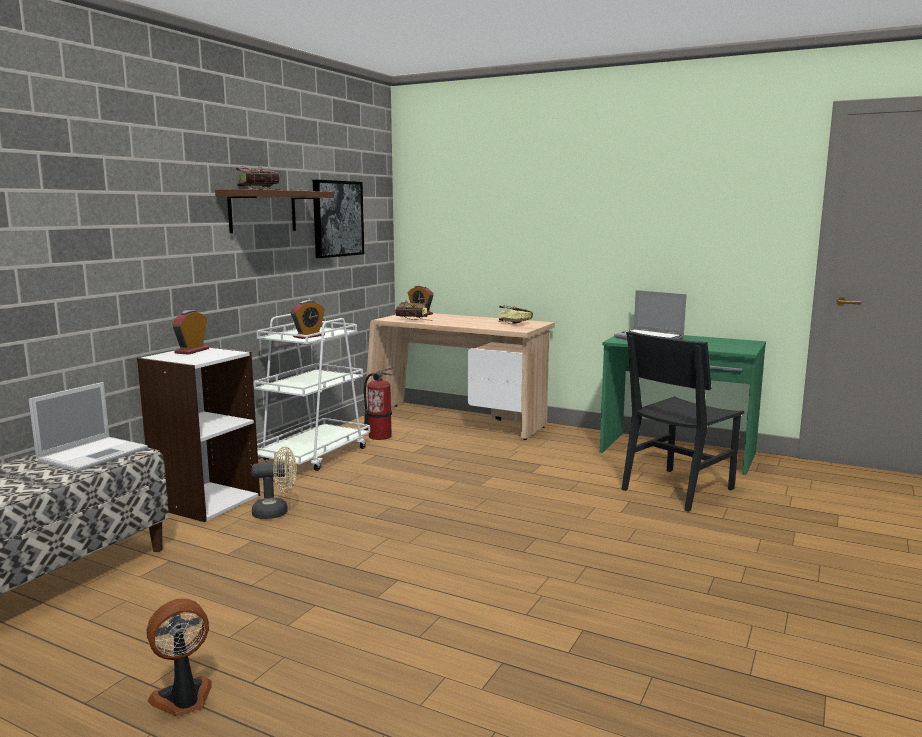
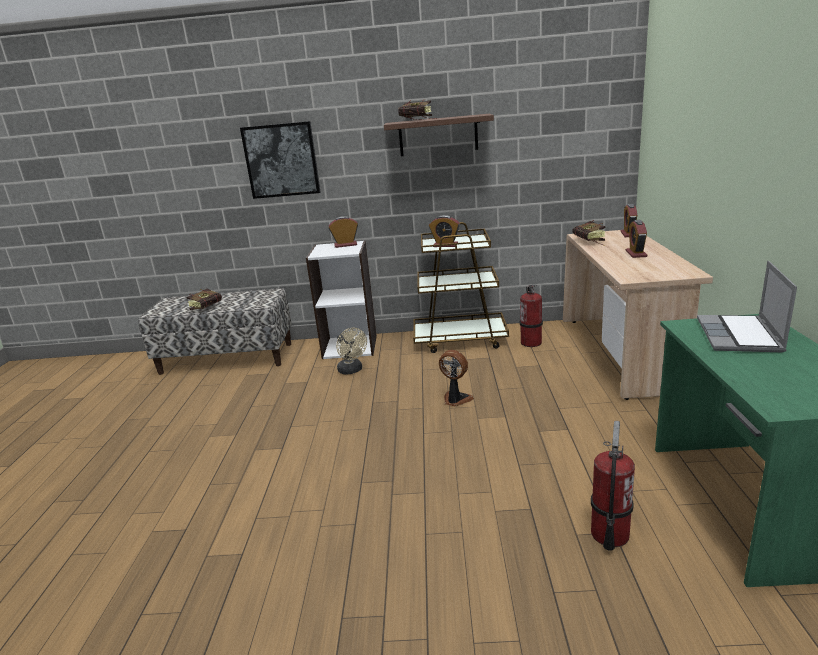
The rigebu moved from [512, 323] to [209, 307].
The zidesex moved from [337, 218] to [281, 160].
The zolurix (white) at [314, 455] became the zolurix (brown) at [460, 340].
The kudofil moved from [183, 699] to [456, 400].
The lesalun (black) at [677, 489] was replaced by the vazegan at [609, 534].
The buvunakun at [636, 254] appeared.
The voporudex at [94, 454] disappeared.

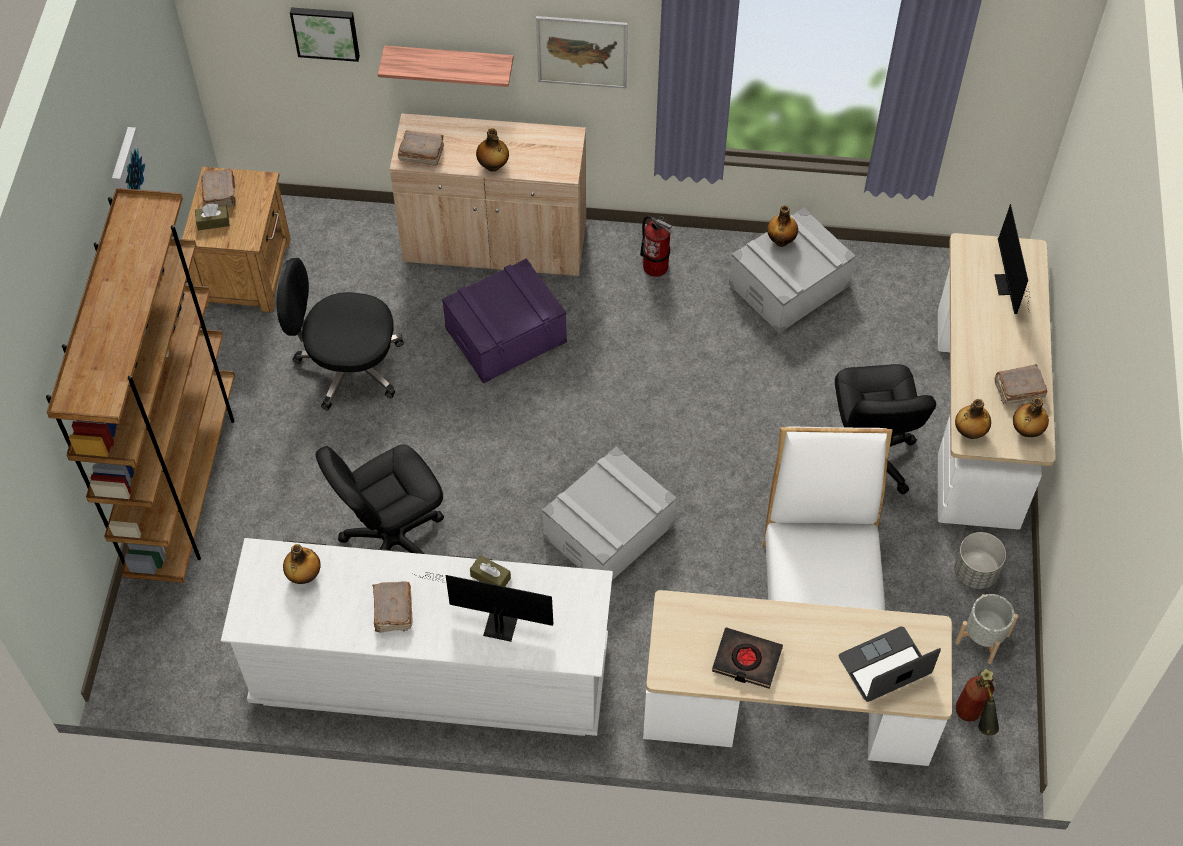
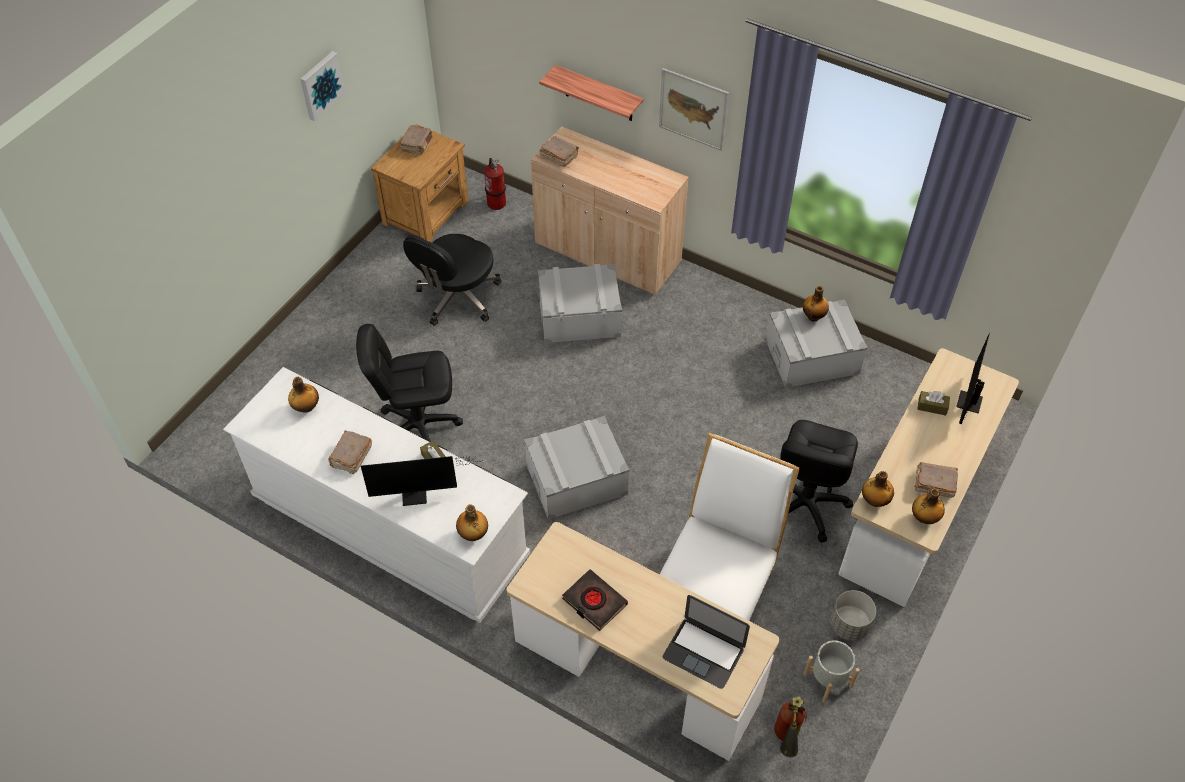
The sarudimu at [495, 623] turned 135 degrees clockwise.
The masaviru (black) at [348, 366] turned 90 degrees counterclockwise.
The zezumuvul moved from [493, 166] to [473, 534].
The vazegan moved from [655, 266] to [496, 203].
The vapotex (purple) at [506, 335] became the vapotex (grey) at [579, 316].
The voporudex at [885, 665] turned 150 degrees counterclockwise.
The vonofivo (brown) moved from [213, 222] to [932, 406].
The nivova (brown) at [185, 484] disappeared.
The zidesex at [325, 32] disappeared.

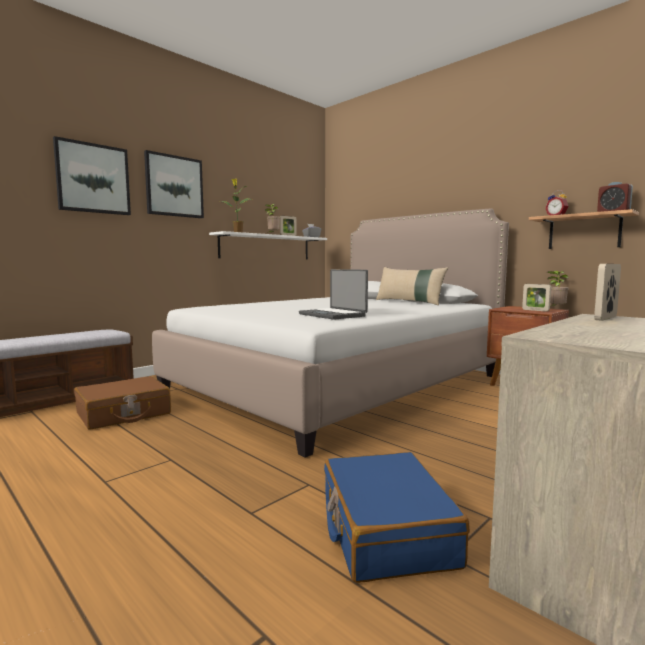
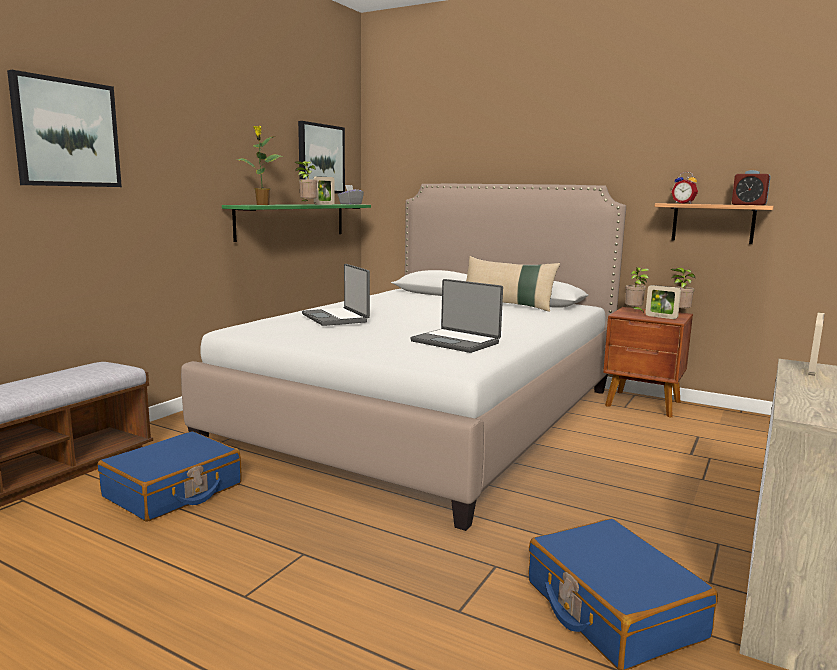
The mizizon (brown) at [124, 414] became the mizizon (blue) at [173, 491].
The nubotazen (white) at [266, 247] became the nubotazen (green) at [292, 221].
The zidesex moved from [174, 186] to [320, 159].
The voporudex at [336, 318] appeared.
The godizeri at [634, 312] appeared.

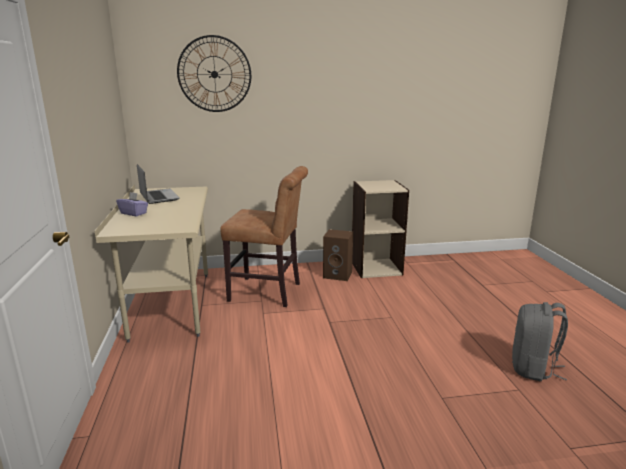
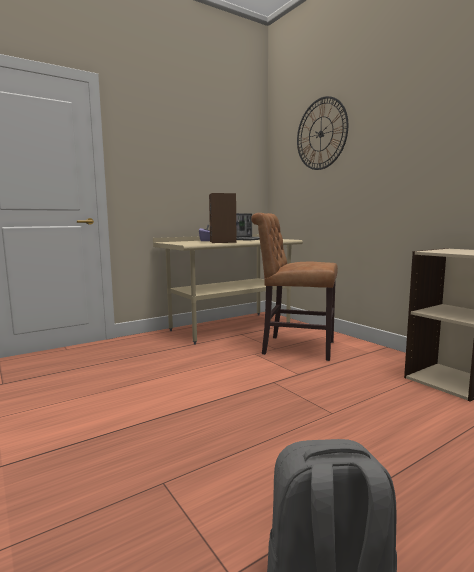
The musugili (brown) moved from [338, 275] to [223, 242].
The lesalun (brown) at [269, 293] turned 120 degrees clockwise.

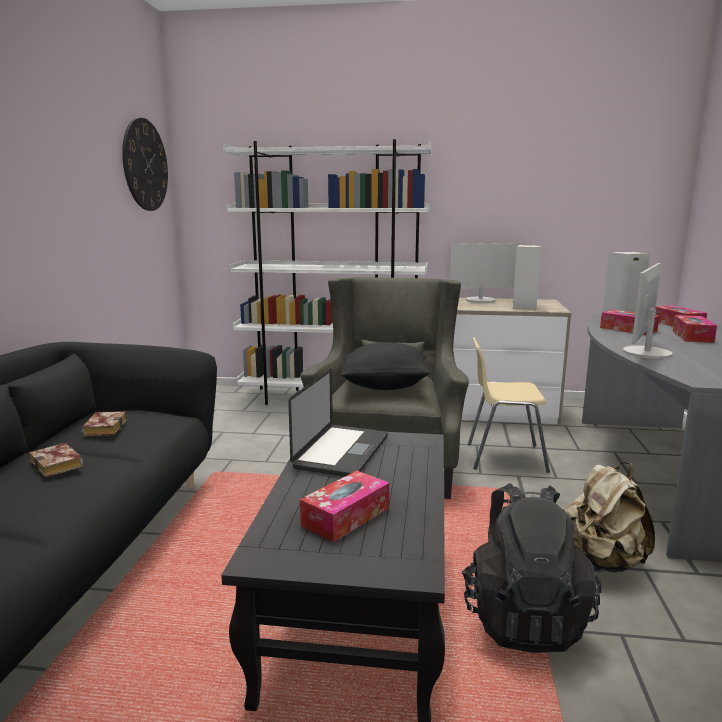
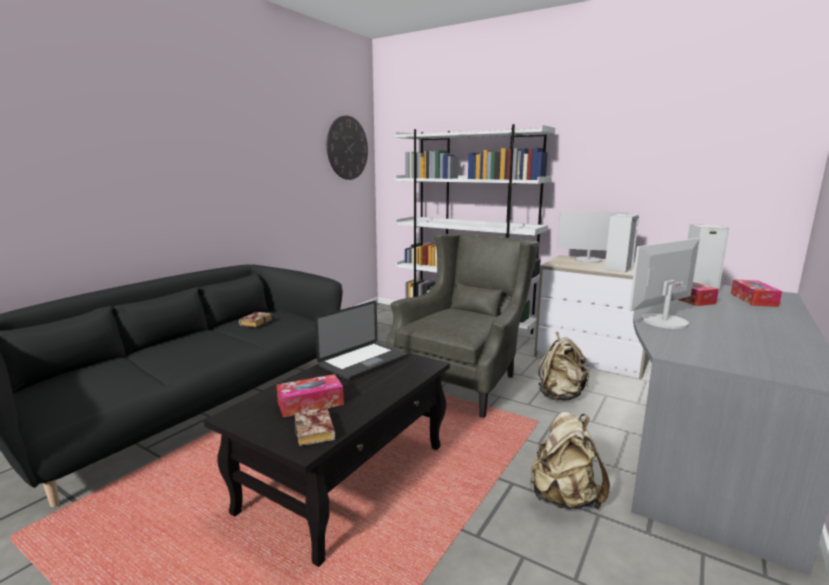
The rigebu moved from [59, 465] to [316, 432].
The lesalun (beige) at [503, 457] was replaced by the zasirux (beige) at [560, 395].
The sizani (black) at [385, 386] disappeared.
The zasirux (black) at [523, 618] disappeared.
The vonofivo at [692, 336] disappeared.

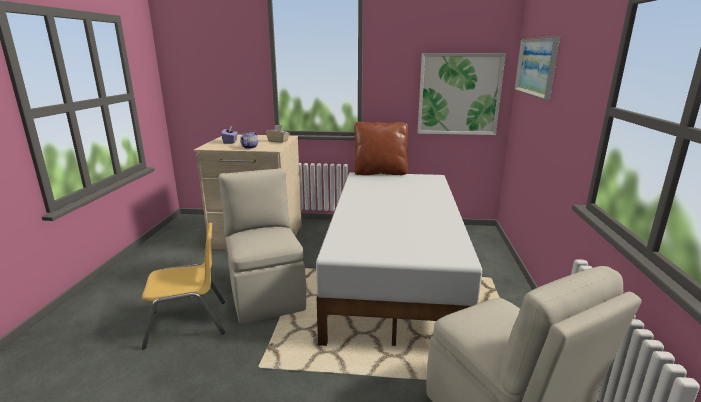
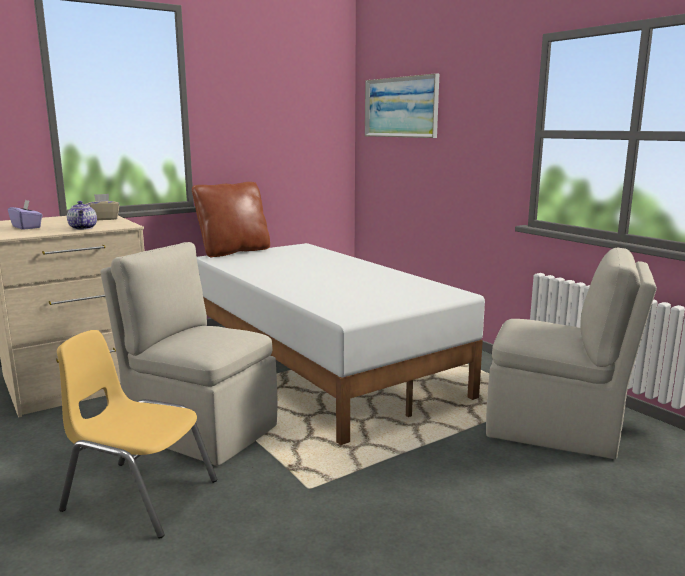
The lesalun (yellow) at [187, 323] turned 105 degrees counterclockwise.
The zidesex at [459, 94] disappeared.

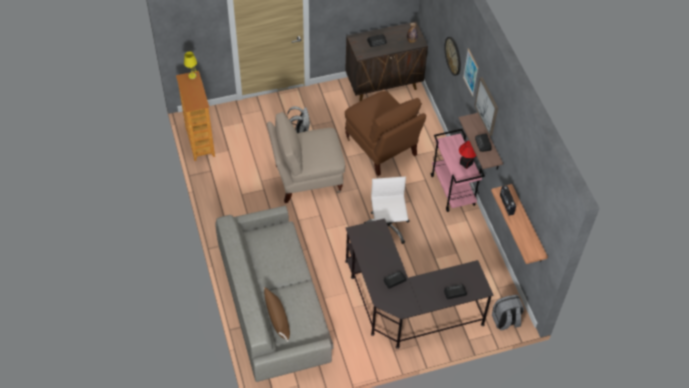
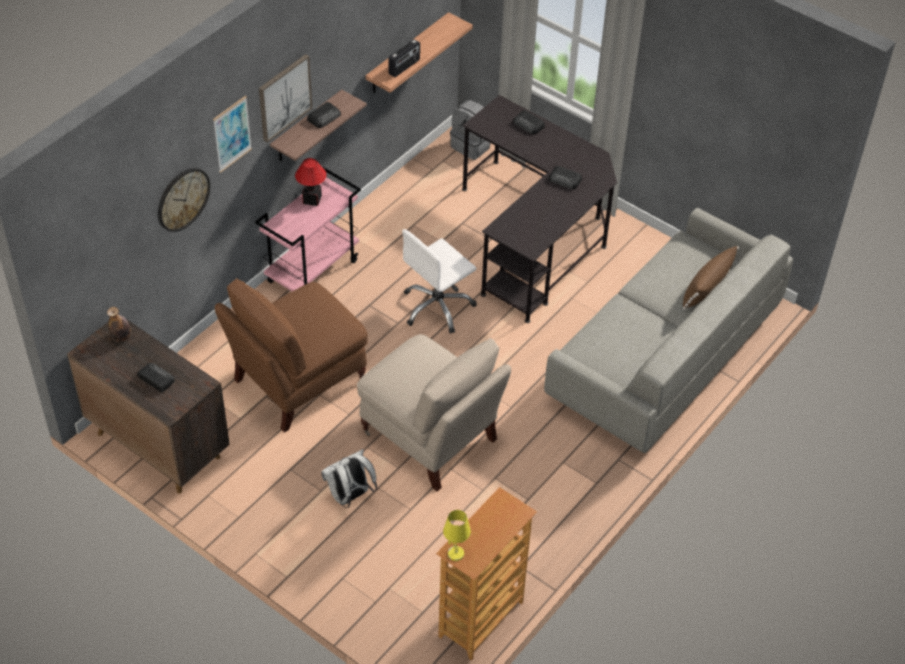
The lesalun (brown) at [381, 148] turned 150 degrees counterclockwise.

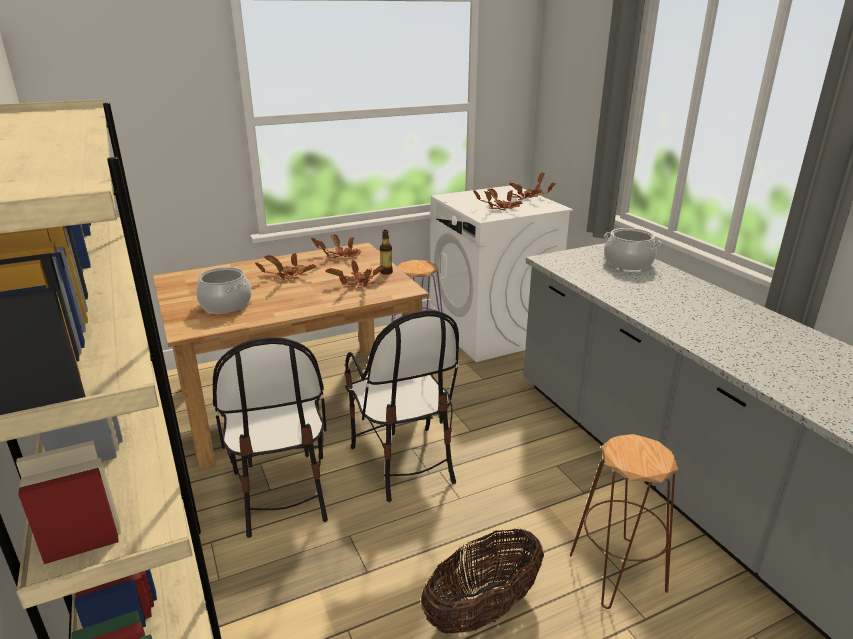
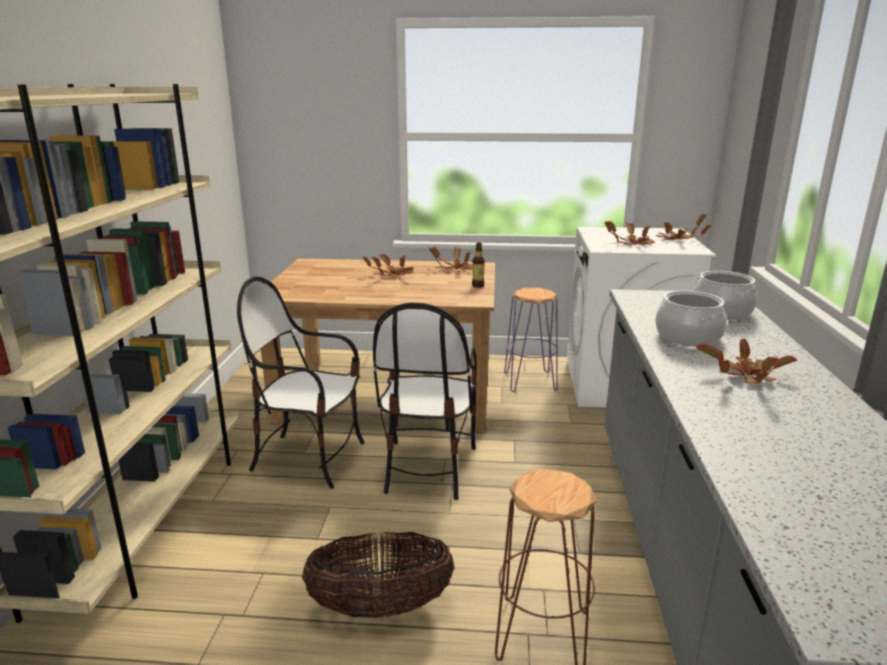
The lesalun at [282, 493] turned 90 degrees clockwise.
The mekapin moved from [225, 304] to [687, 337].
The godizeri moved from [358, 284] to [745, 376].

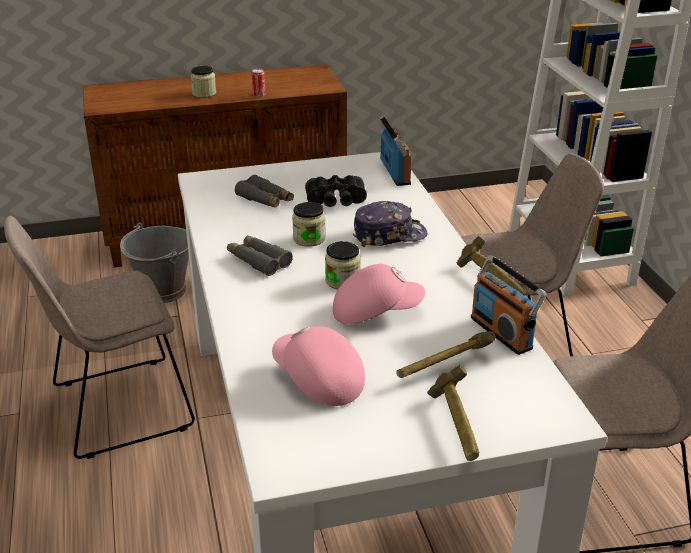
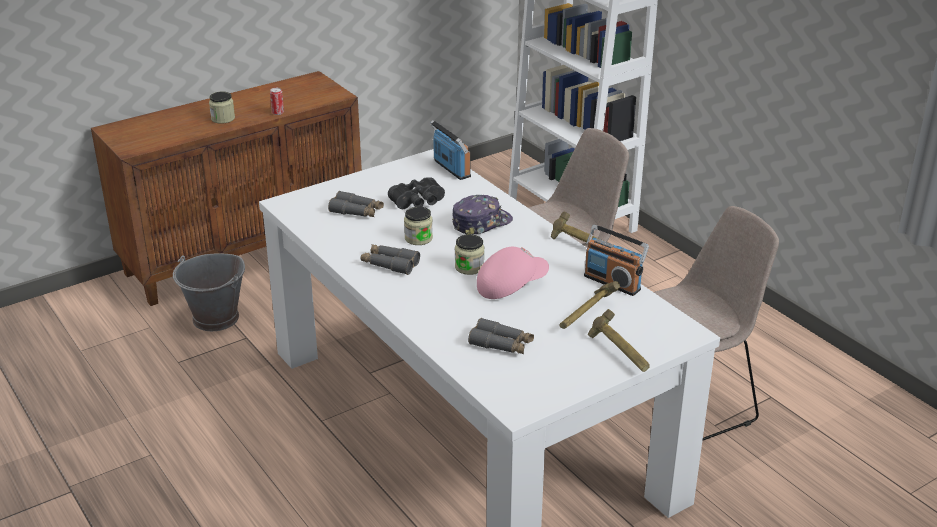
The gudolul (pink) at [317, 381] was replaced by the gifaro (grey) at [501, 344].
The lesalun (beige) at [116, 408] disappeared.

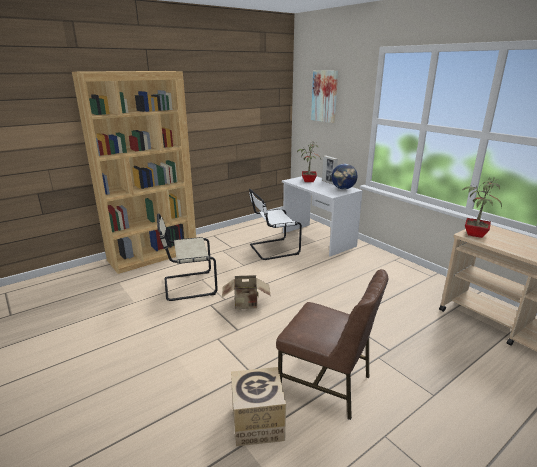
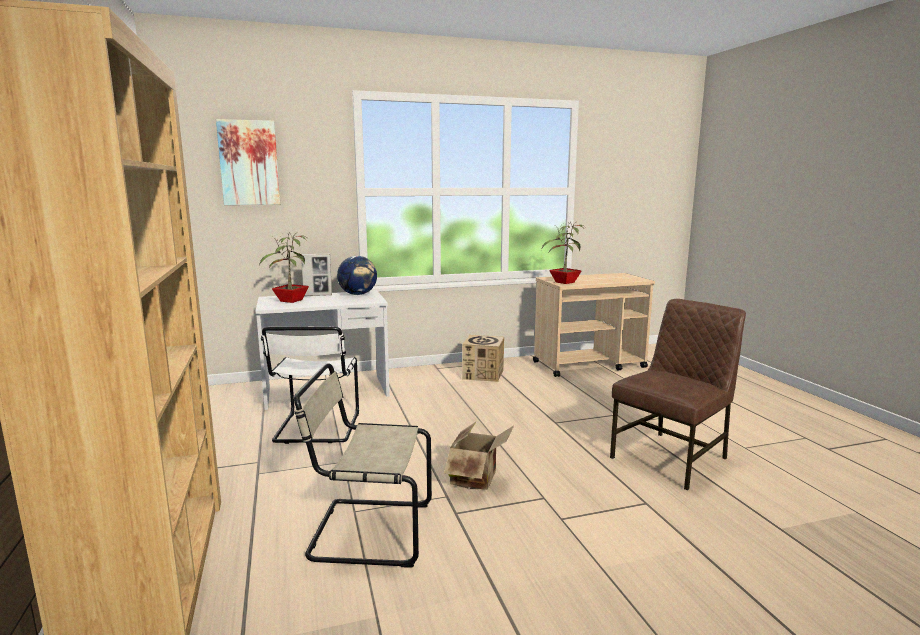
The lesalun (beige) at [187, 286] turned 90 degrees clockwise.
The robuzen moved from [257, 423] to [483, 374].

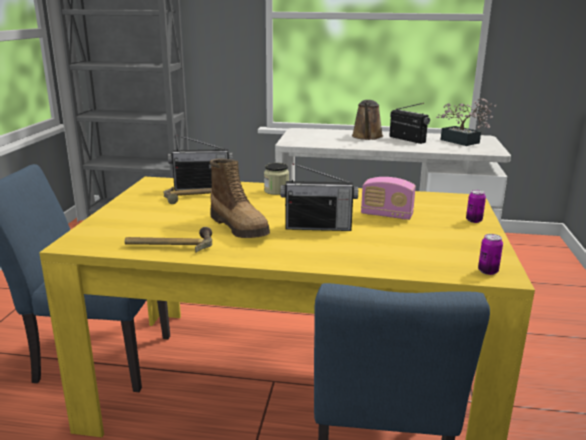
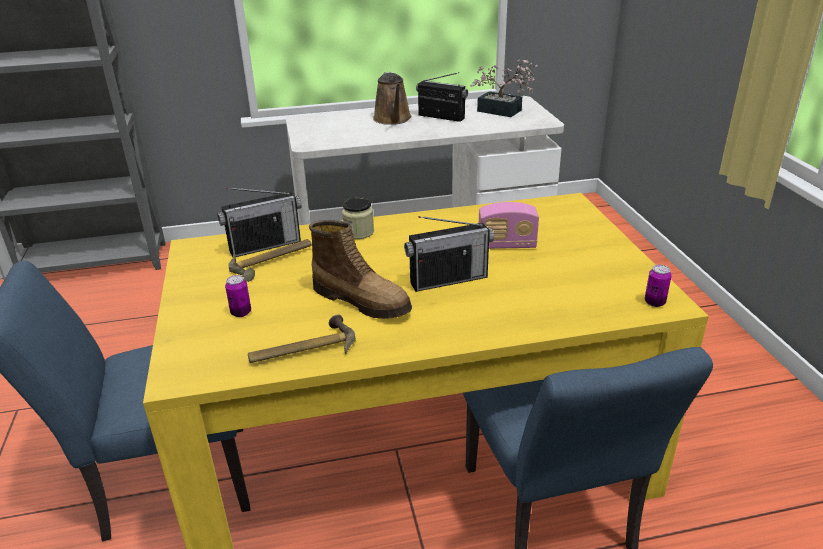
The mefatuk moved from [474, 220] to [241, 312].

